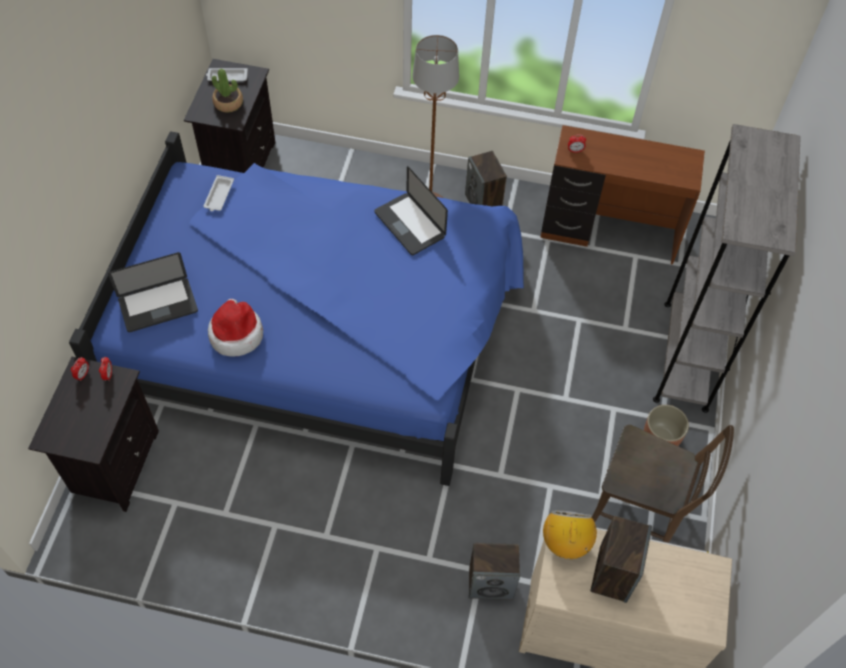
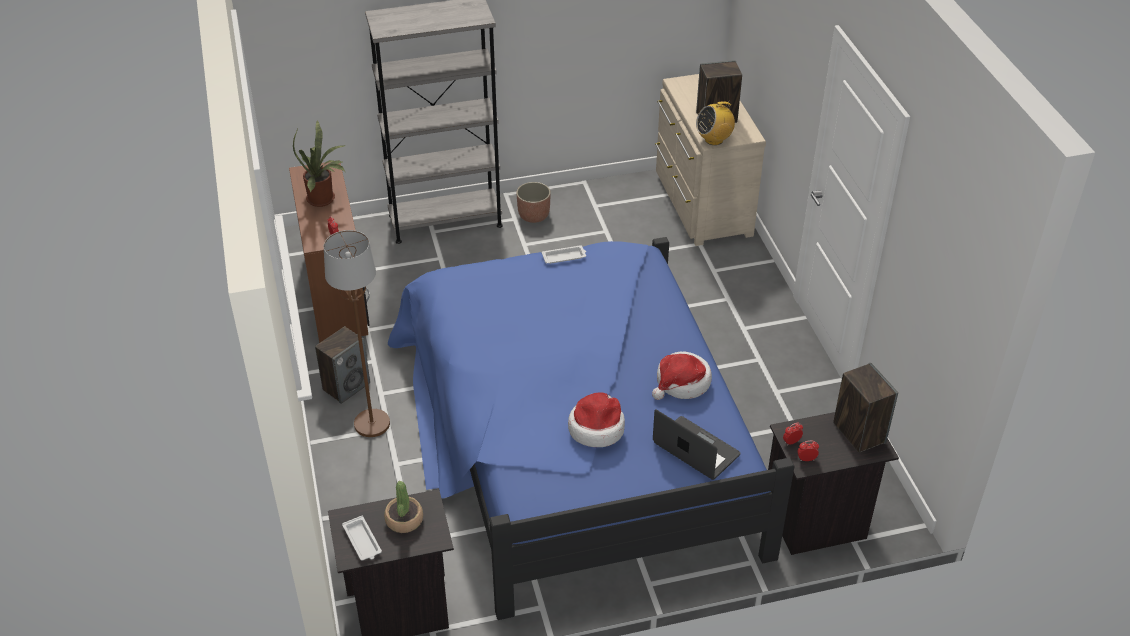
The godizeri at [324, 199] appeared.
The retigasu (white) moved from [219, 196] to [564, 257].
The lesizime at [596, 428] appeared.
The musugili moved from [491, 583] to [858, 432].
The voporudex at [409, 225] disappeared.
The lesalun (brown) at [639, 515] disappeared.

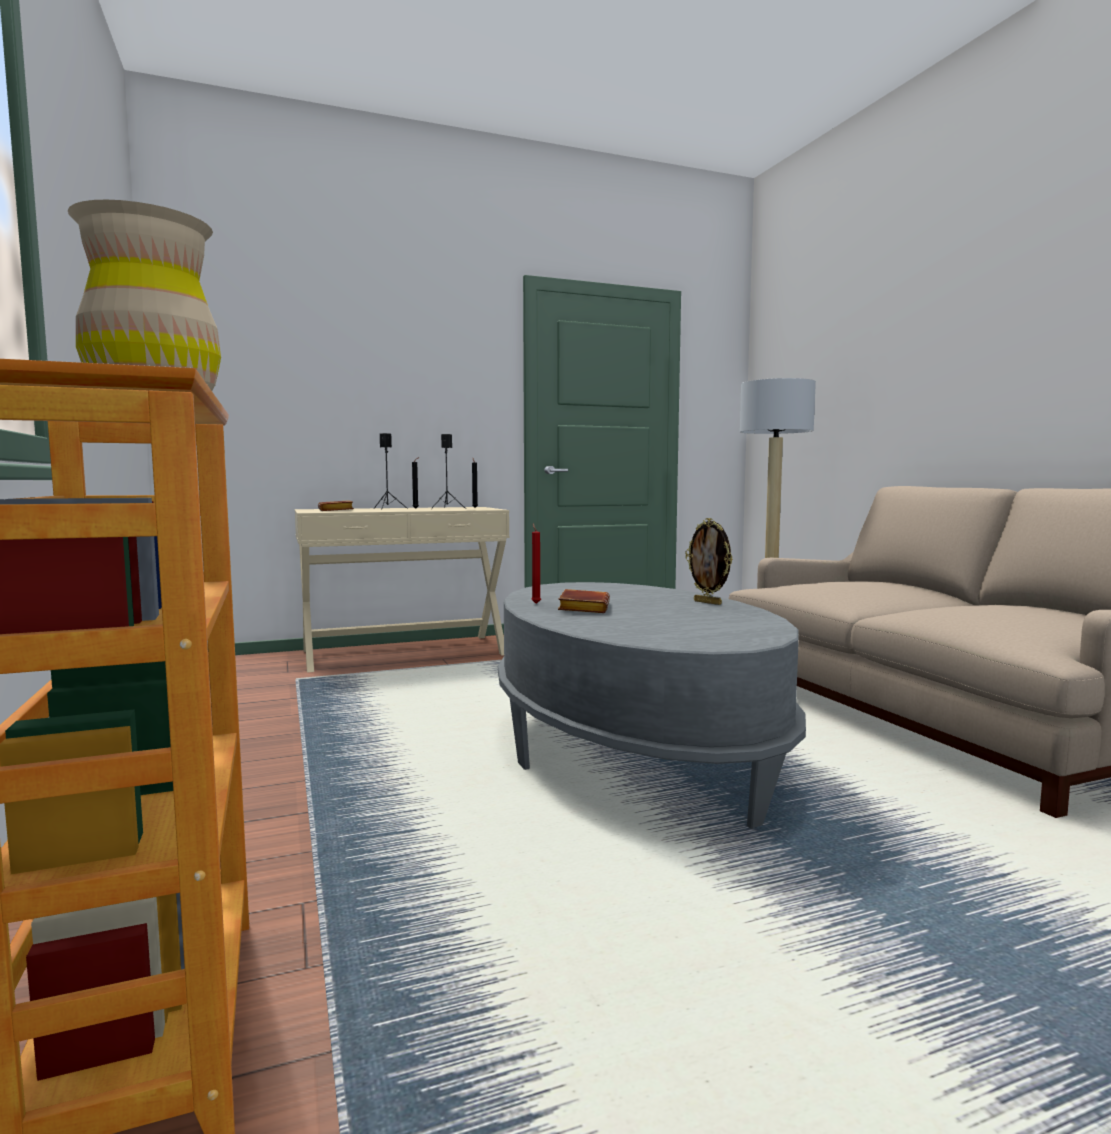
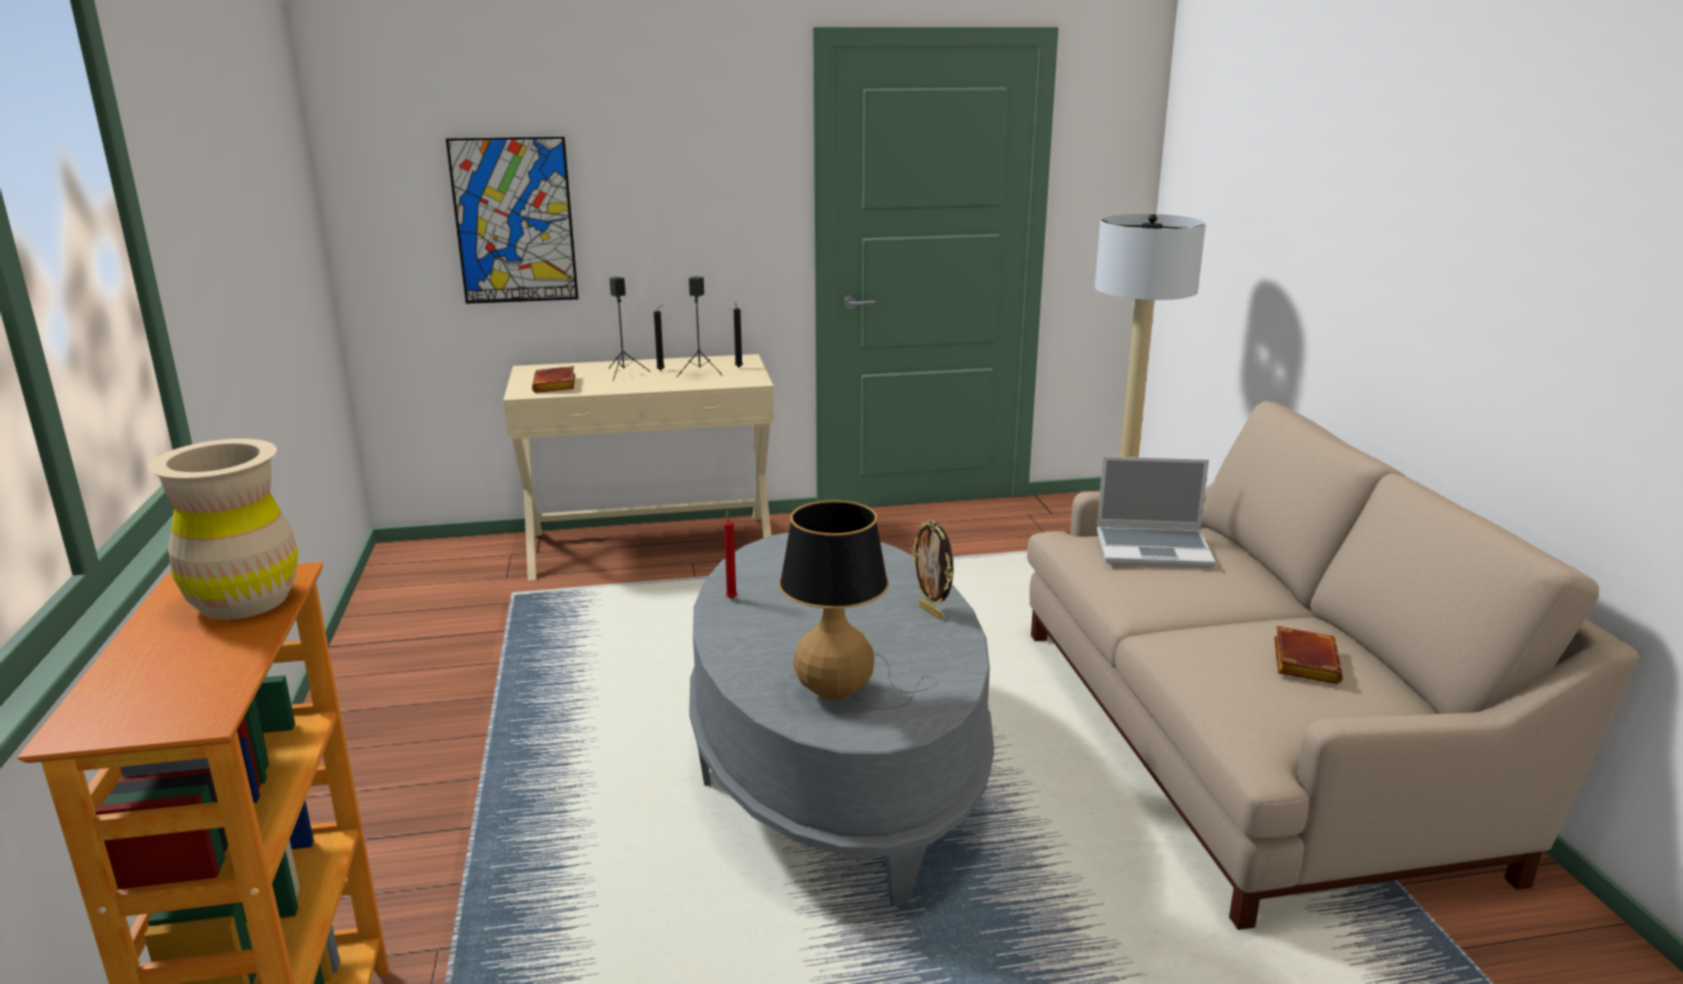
The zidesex at [514, 221] appeared.
The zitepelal at [847, 691] appeared.
The voporudex at [1154, 549] appeared.
The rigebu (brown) moved from [582, 608] to [1302, 661].

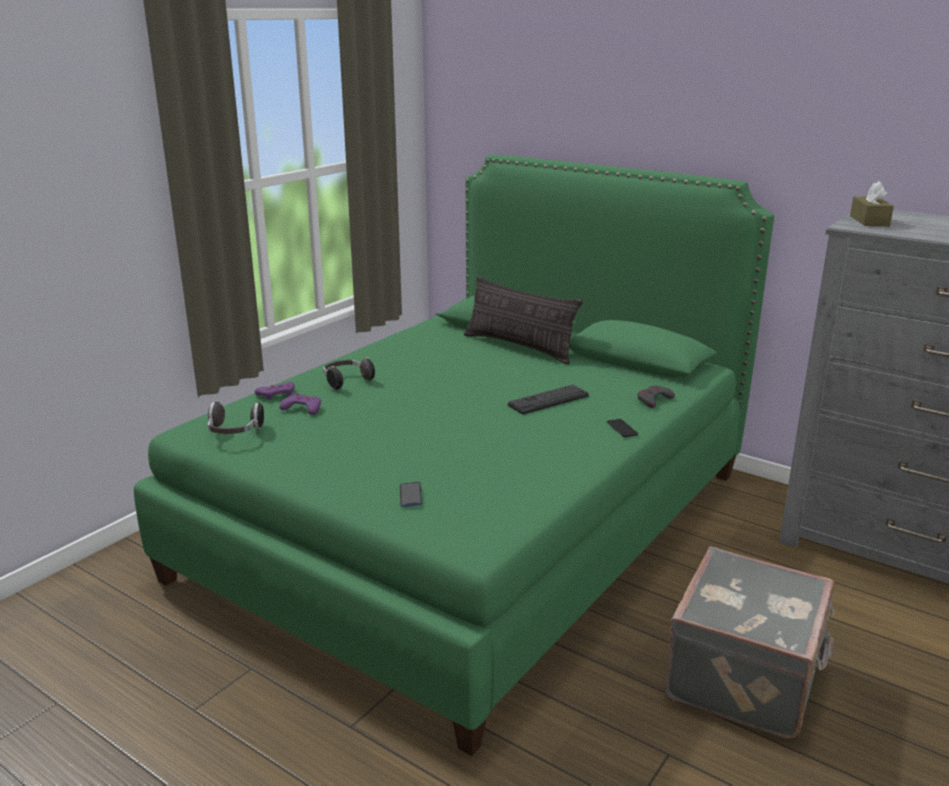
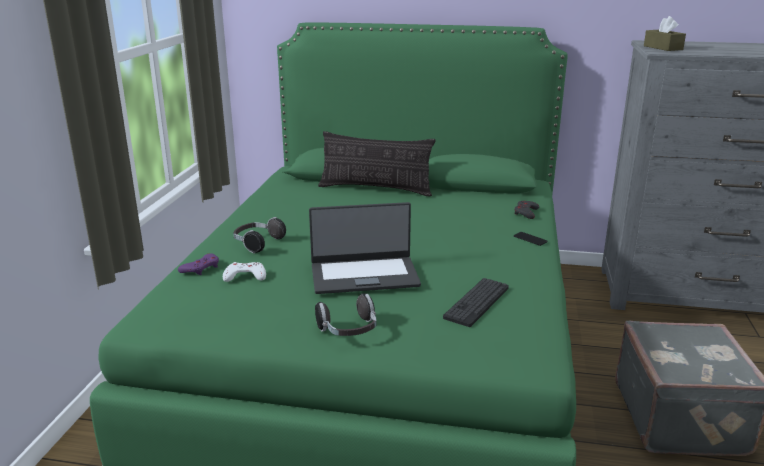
The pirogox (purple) at [302, 408] became the pirogox (white) at [245, 276].
The voporudex at [364, 275] appeared.
The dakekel moved from [234, 433] to [349, 331].
The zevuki moved from [548, 400] to [477, 302].
The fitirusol at [410, 495] disappeared.

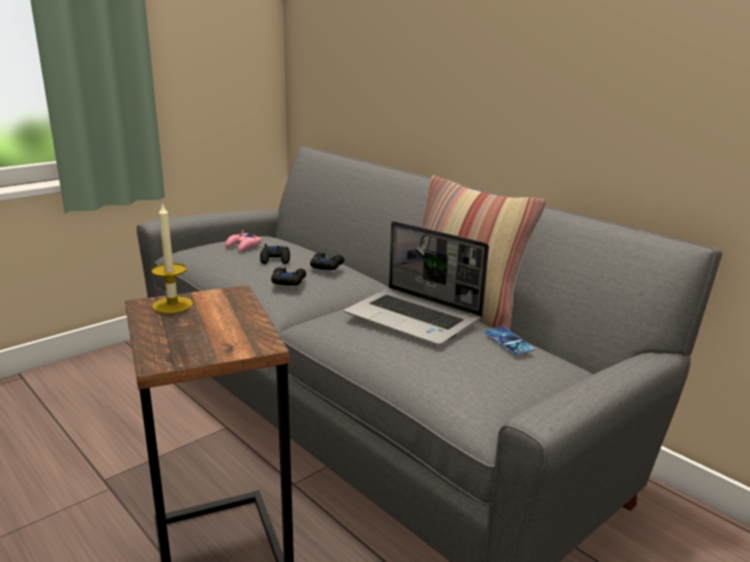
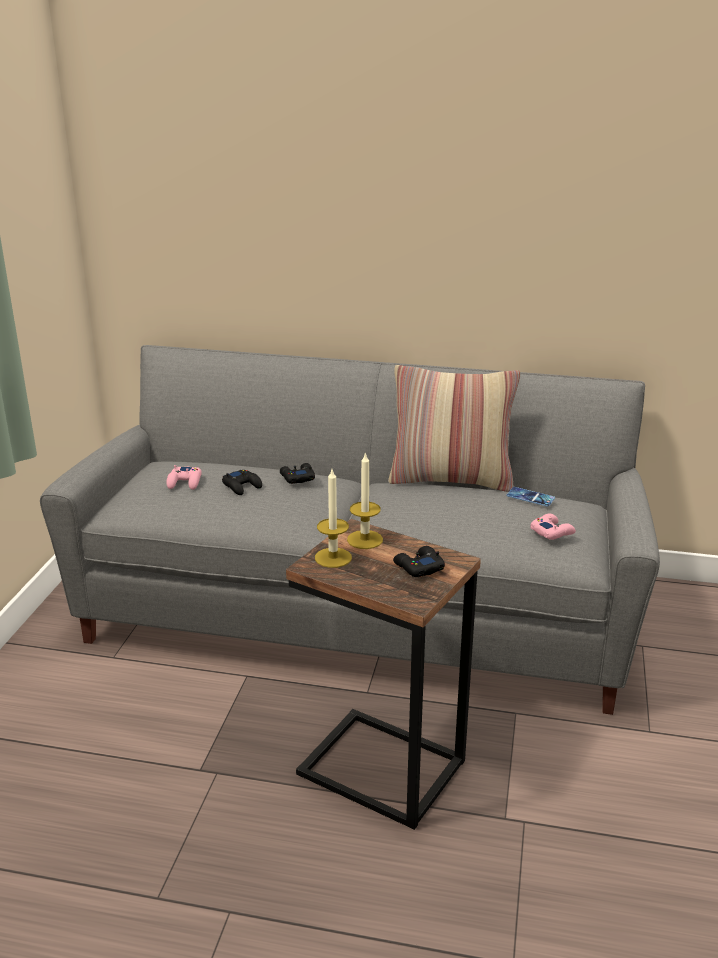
The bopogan at [365, 539] appeared.
The pirogox (black) moved from [288, 281] to [418, 567].
The pirogox (pink) at [552, 532] appeared.
The voporudex at [415, 318] disappeared.

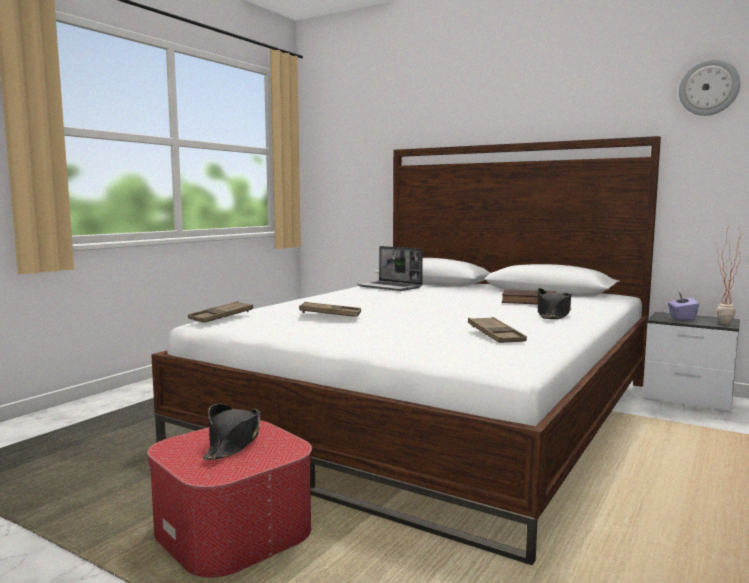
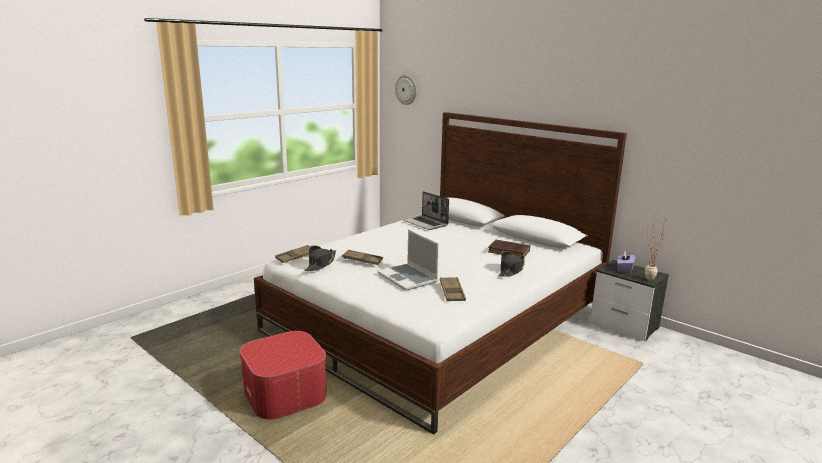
The lesizime (black) moved from [234, 442] to [320, 264].
The voporudex at [408, 278] appeared.
The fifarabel moved from [709, 88] to [406, 89].

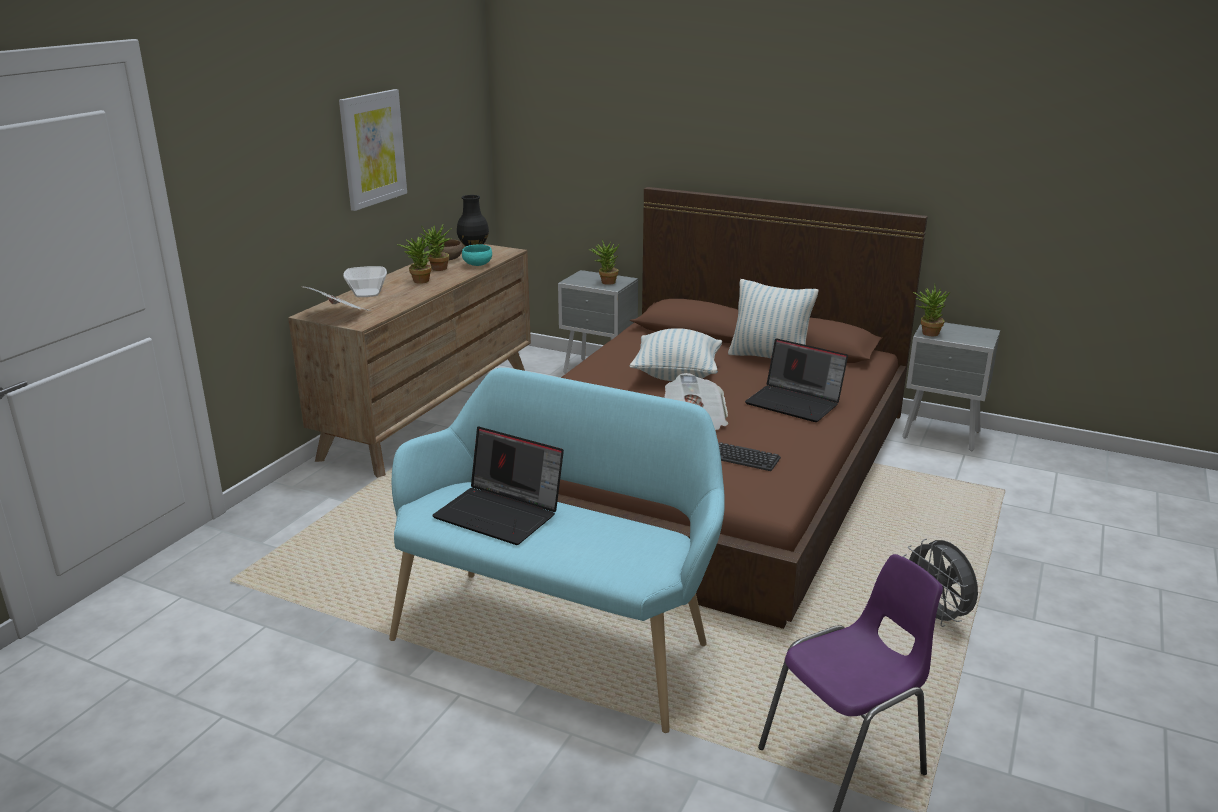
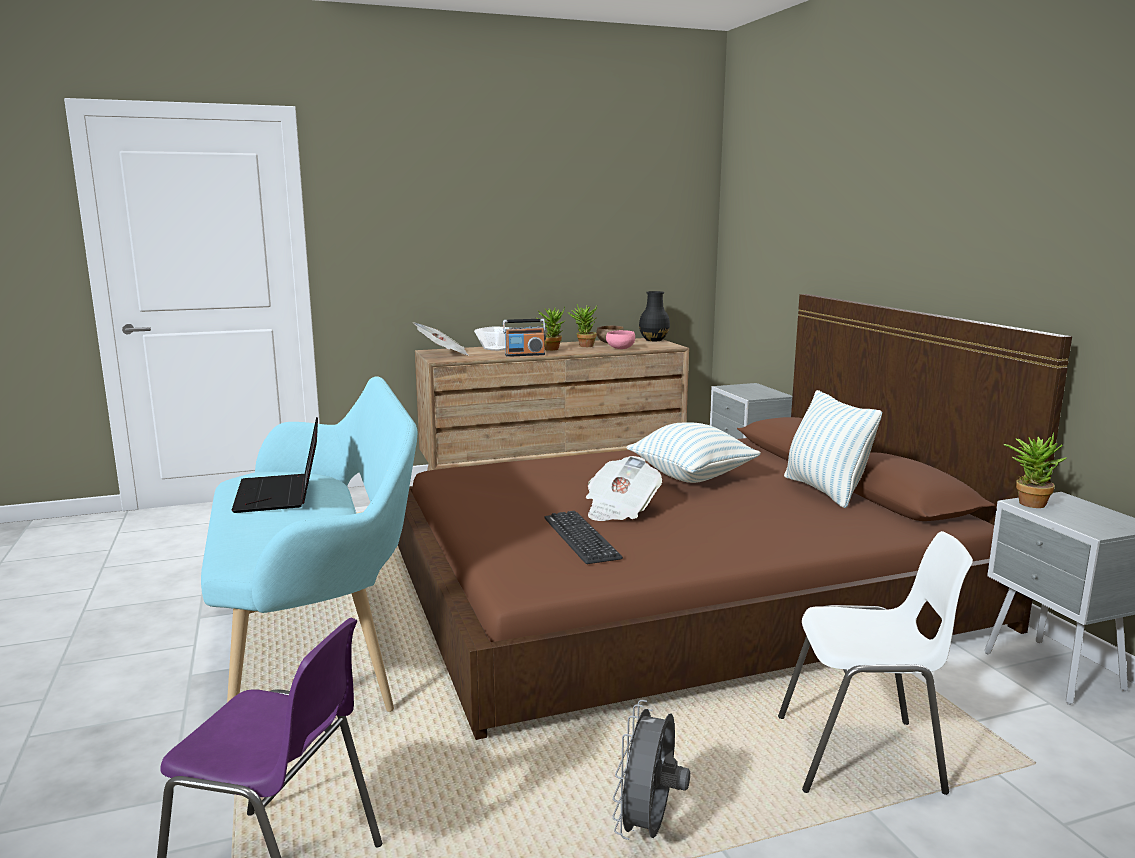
The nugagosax at [524, 355] appeared.
The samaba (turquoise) at [477, 265] became the samaba (pink) at [620, 348].
The lesalun (white) at [863, 755] appeared.
The zidesex at [372, 149] disappeared.
The godizeri at [605, 282] disappeared.
The voporudex at [795, 403] disappeared.

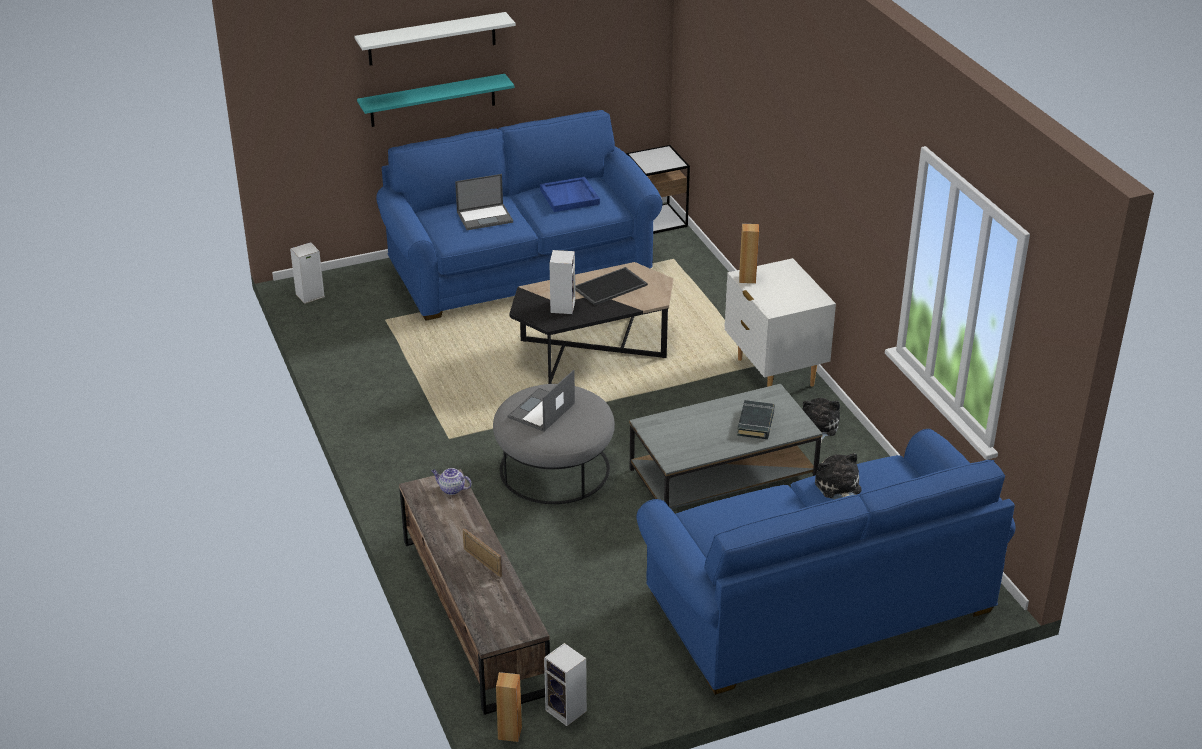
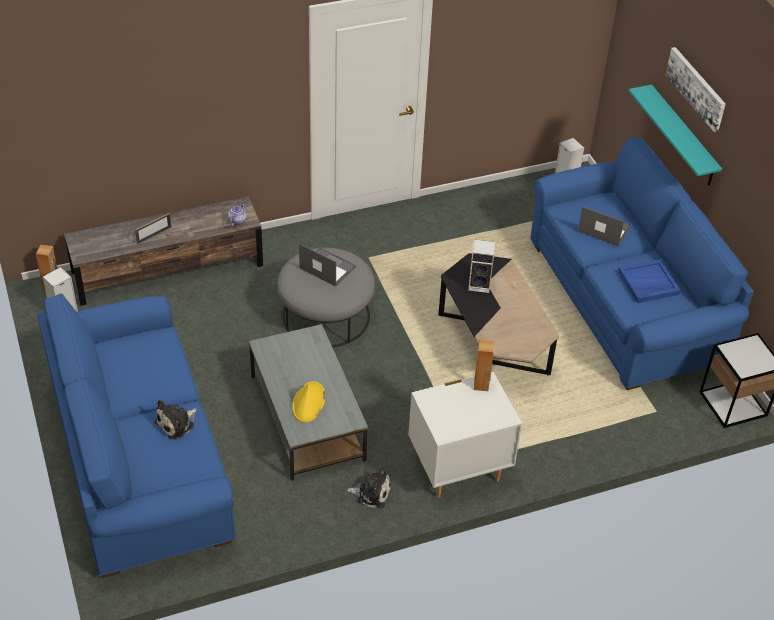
The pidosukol at [838, 488] turned 150 degrees clockwise.
The rigebu (black) at [756, 423] was replaced by the lesizime (yellow) at [309, 403].
The voporudex at [485, 217] turned 135 degrees clockwise.
The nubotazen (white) at [432, 39] was replaced by the zidesex at [696, 88].
The retigasu at [610, 287] disappeared.

